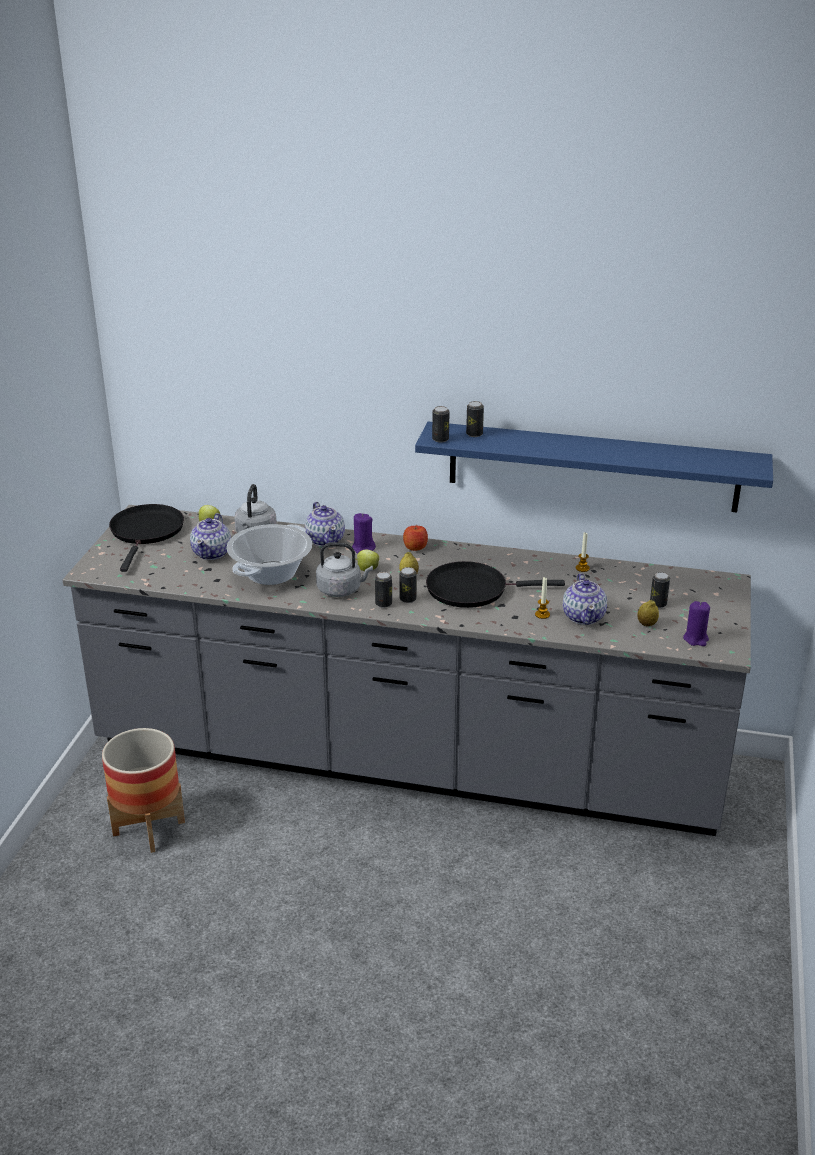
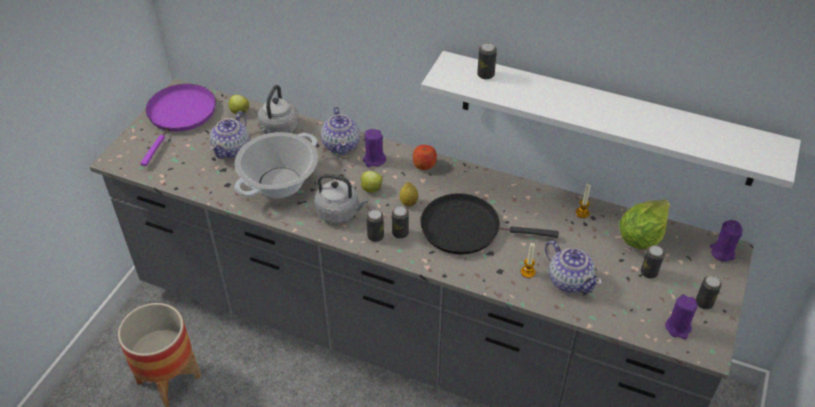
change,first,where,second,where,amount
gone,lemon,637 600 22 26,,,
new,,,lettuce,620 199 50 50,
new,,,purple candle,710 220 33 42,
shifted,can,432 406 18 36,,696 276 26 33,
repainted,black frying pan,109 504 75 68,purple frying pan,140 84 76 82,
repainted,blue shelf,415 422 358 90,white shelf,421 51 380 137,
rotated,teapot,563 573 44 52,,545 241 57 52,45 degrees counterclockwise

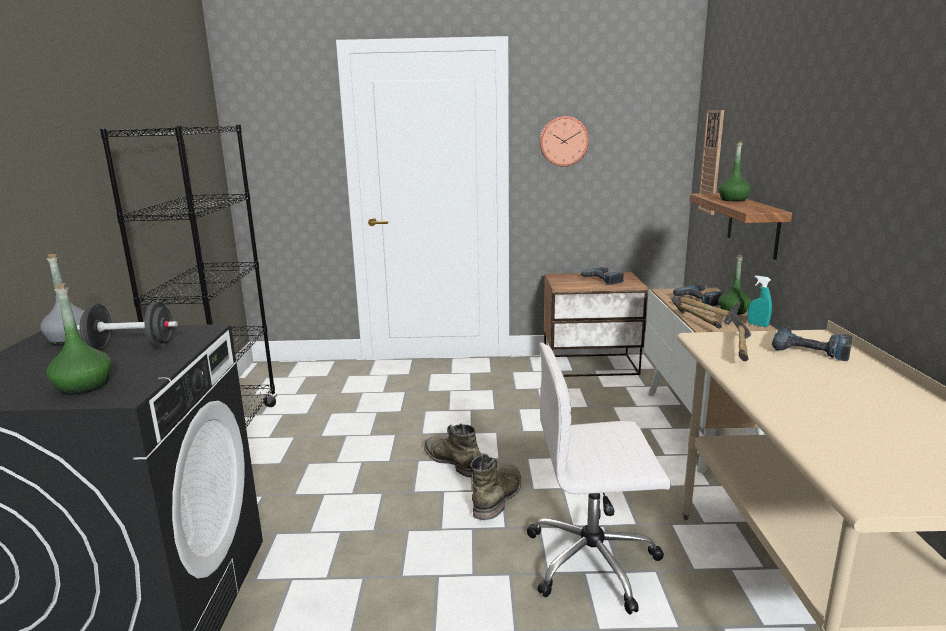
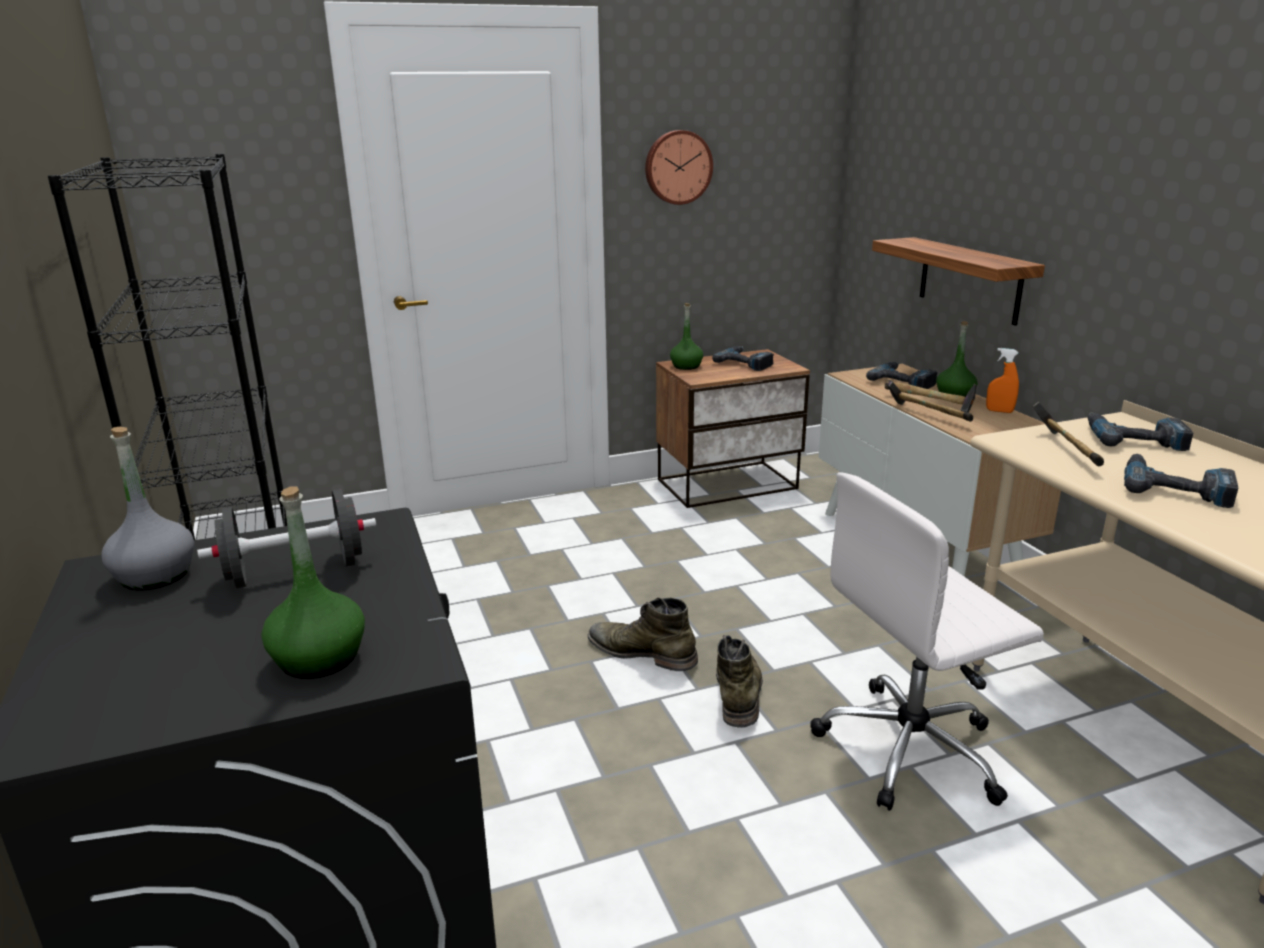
change,first,where,second,where,amount
gone,wall clock,698 110 26 105,,,
new,,,power drill,1124 454 114 54,
shifted,green bottle,718 141 33 60,,670 303 33 67,
repainted,turquoise spray bottle,748 275 24 52,orange spray bottle,986 348 33 65,

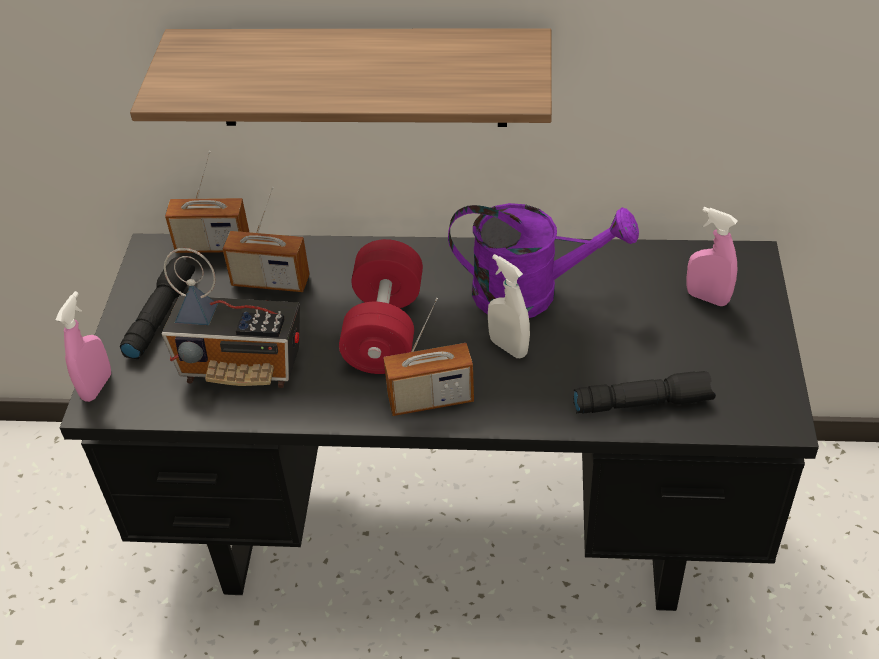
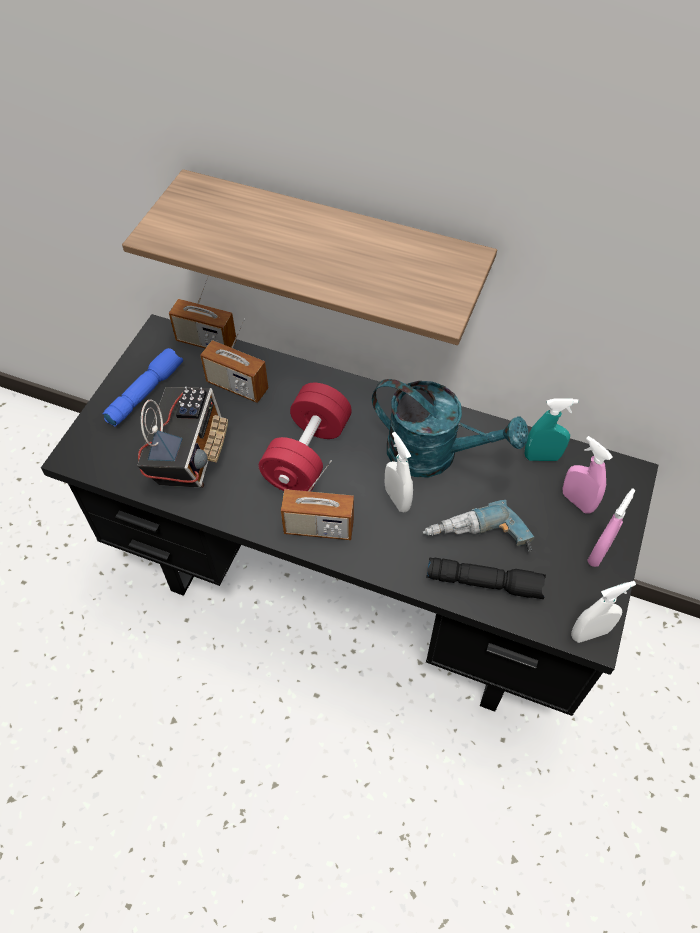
change,first,where,second,where,amount
new,,,power drill,422 500 113 52,
new,,,turquoise spray bottle,524 399 54 62,
new,,,white spray bottle,571 581 65 62,
shifted,pink spray bottle,56 291 55 111,,587 489 49 78,
repainted,black flashlight,120 257 75 102,blue flashlight,102 348 81 79,
repainted,purple watering can,448 203 191 115,turquoise watering can,372 379 156 99,
rotated,radio,161 248 139 140,,137 387 91 100,105 degrees counterclockwise

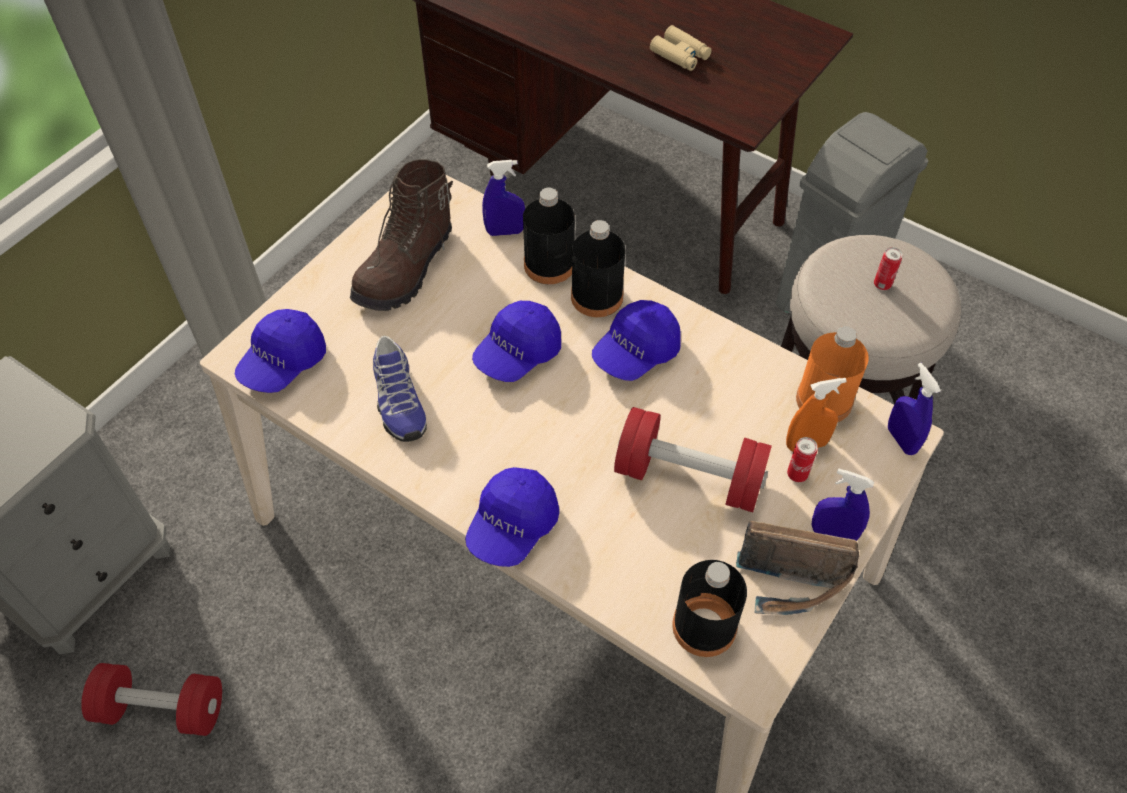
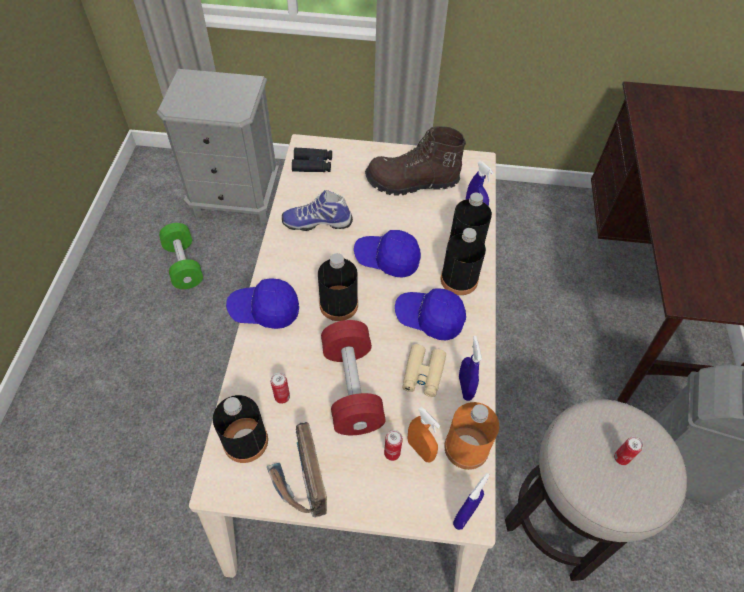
change,first,where,second,where,amount
new,,,can,271 372 19 32,
new,,,black bottle,318 253 40 68,
shifted,beige binoculars,650 25 62 46,,402 344 44 53,
shifted,blue spray bottle,812 468 62 73,,459 336 23 65,
swapped,blue cap,235 309 91 84,black binoculars,292 147 40 25,
repainted,red dumbbell,81 663 141 73,green dumbbell,159 223 44 66,
rotated,shoe,373 336 54 106,,282 190 71 41,45 degrees clockwise

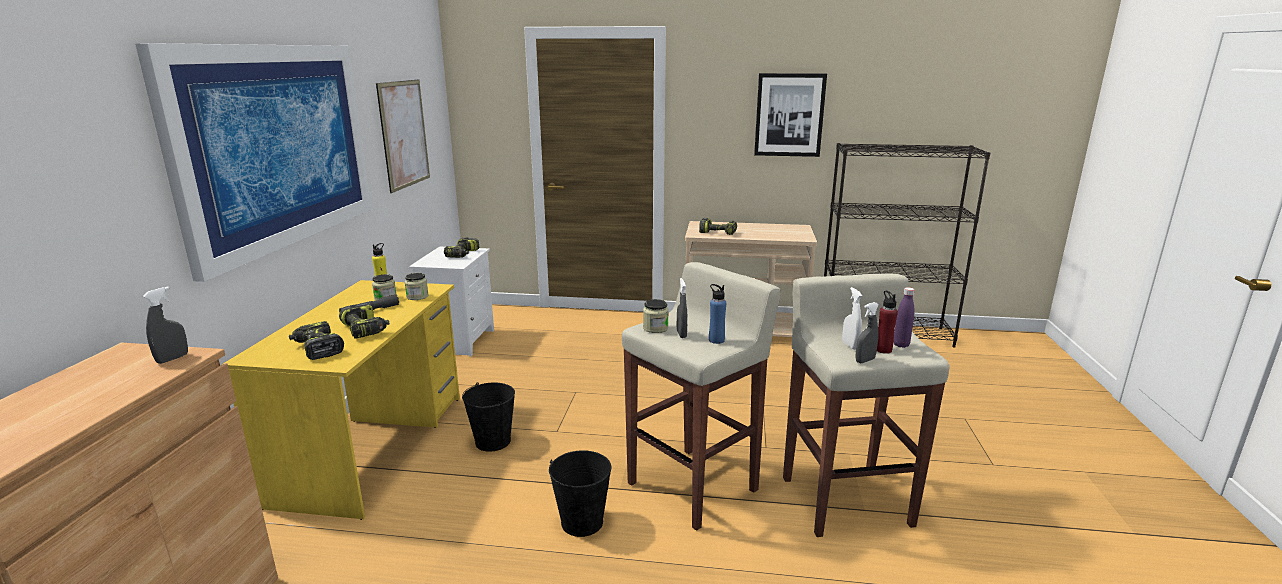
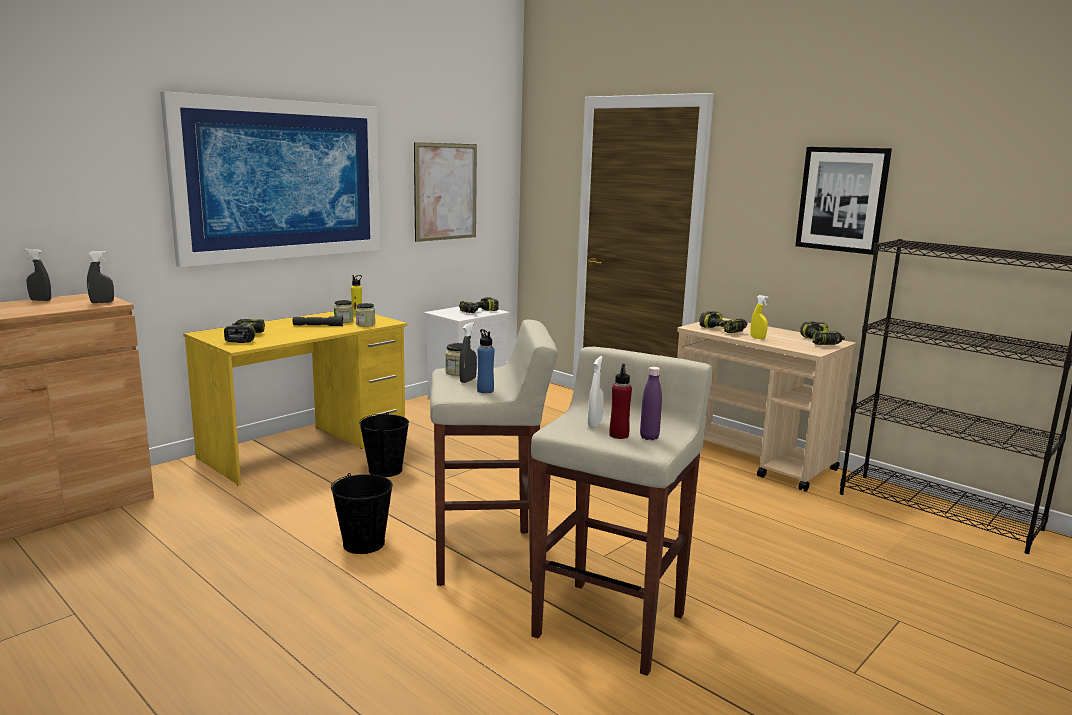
change,first,where,second,where,amount
new,,,yellow spray bottle,750 295 19 44,
shifted,power drill,339 303 50 35,,800 322 45 23,
shifted,grey spray bottle,855 302 24 61,,25 249 26 52,

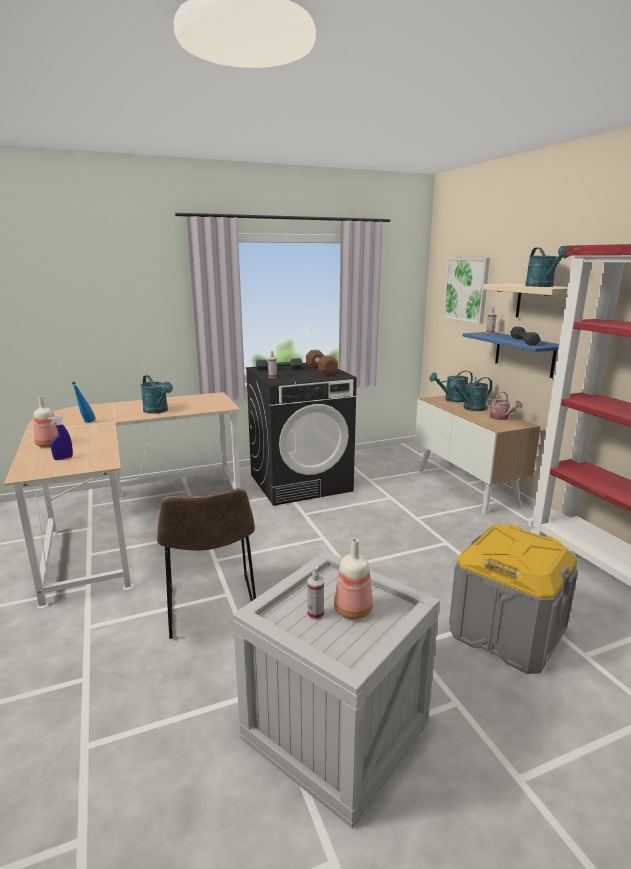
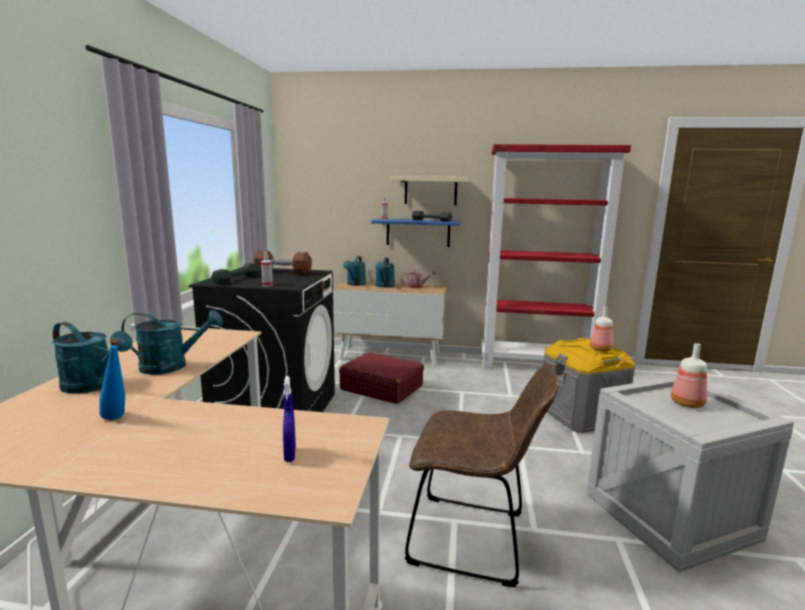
change,first,where,second,where,amount
gone,spray bottle,307 567 17 53,,,
gone,picture,443 258 47 66,,,
new,,,red suitcase,339 352 85 52,
shifted,bottle,34 396 24 51,,590 307 23 45,
shifted,turquoise watering can,525 246 44 41,,52 322 81 72,

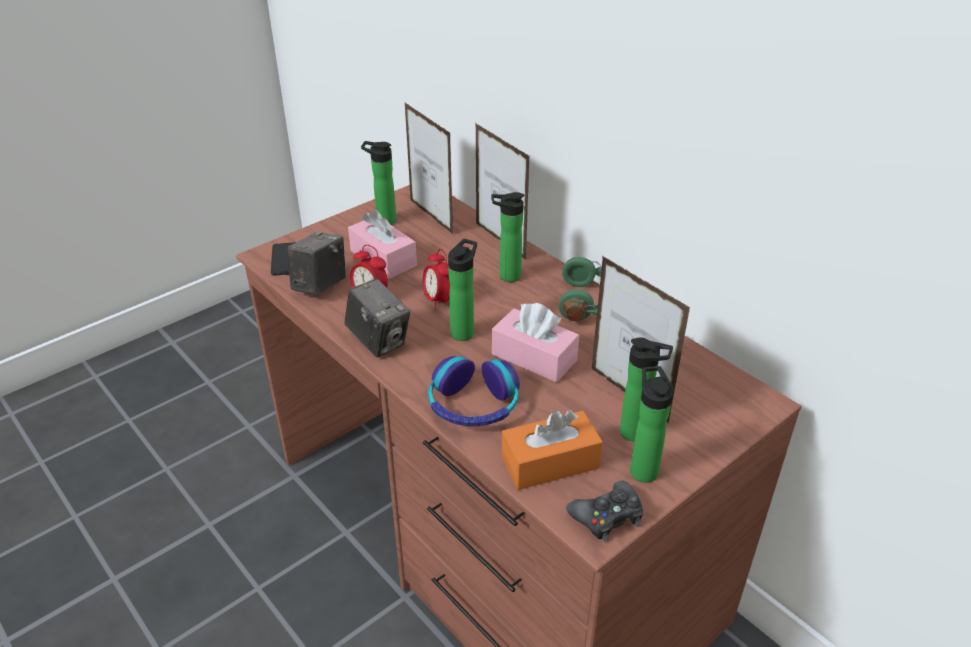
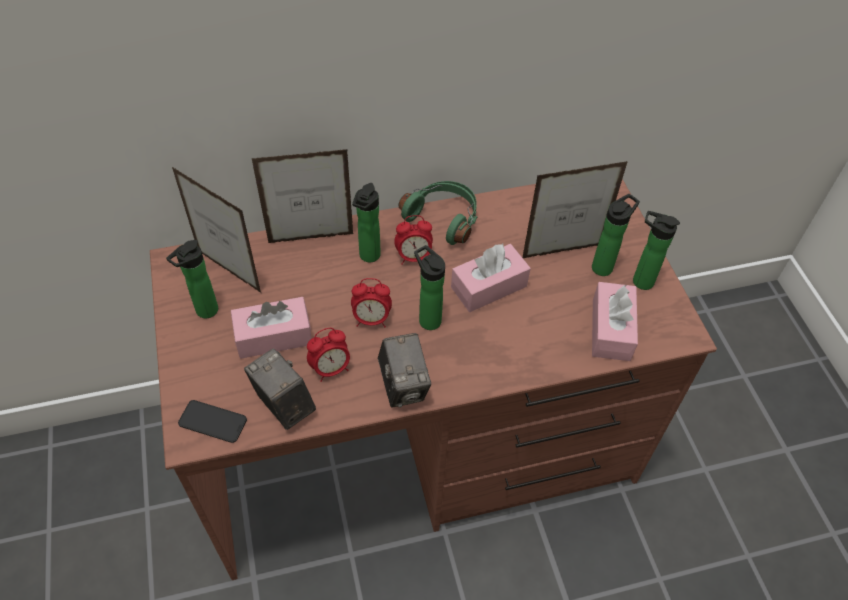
change,first,where,second,where,amount
gone,headphones,428 356 92 70,,,
gone,black game controller,566 480 77 62,,,
new,,,alarm clock,394 215 39 50,
repainted,orange tissue box,502 410 101 80,pink tissue box,592 282 46 79,
rotated,photo camera,344 278 66 79,,378 333 53 75,90 degrees clockwise
rotated,picture frame,405 103 48 131,,172 167 89 126,45 degrees clockwise

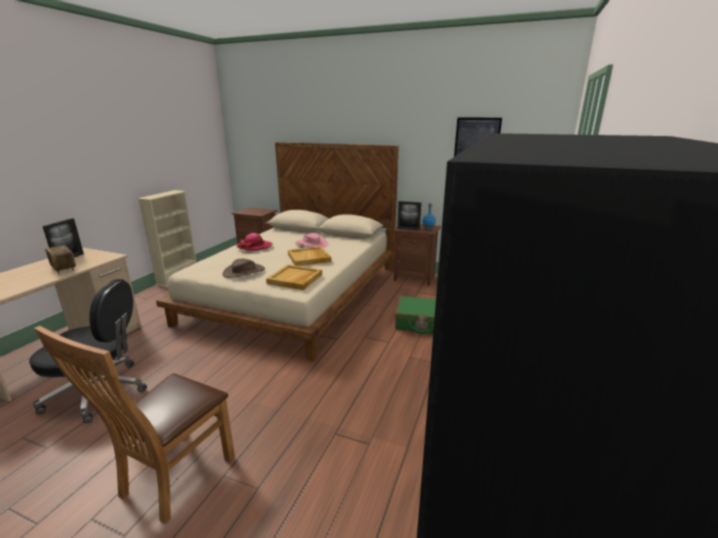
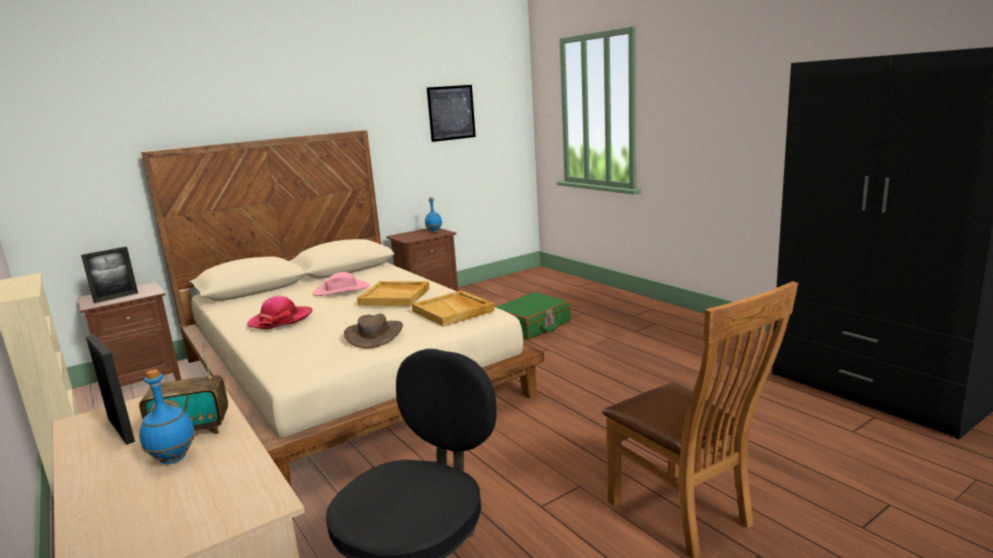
change,first,where,second,where,amount
new,,,blue bottle,139 369 56 95,
shifted,picture frame,397 201 24 30,,81 246 57 57,

